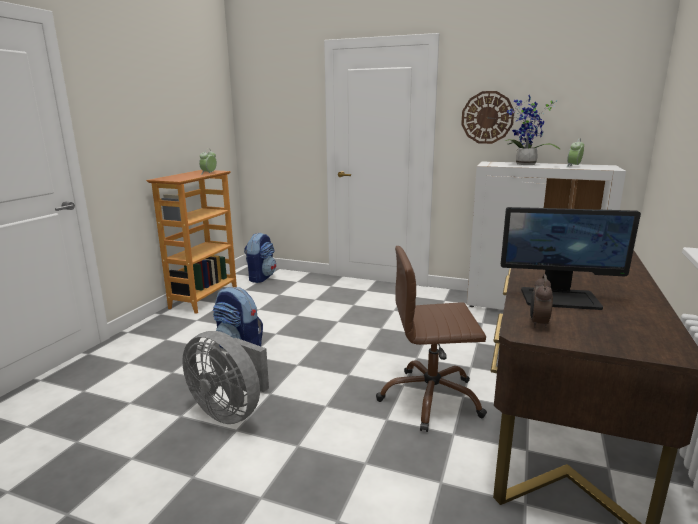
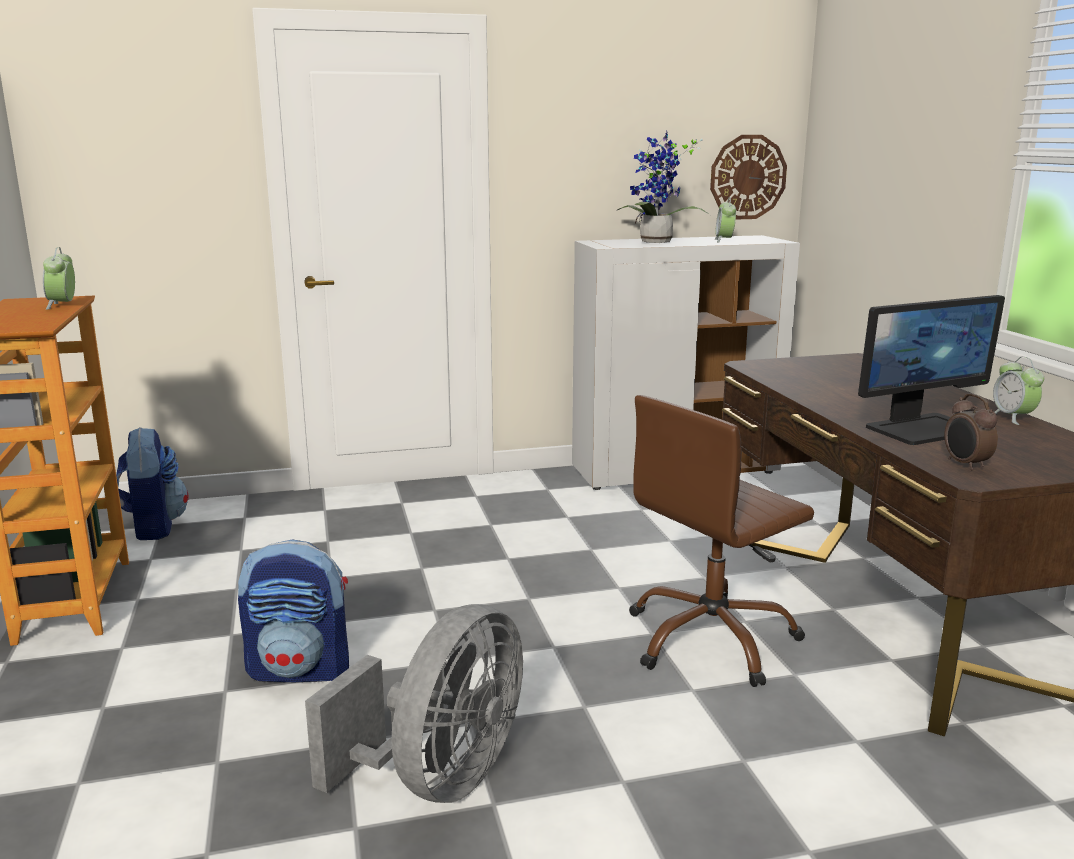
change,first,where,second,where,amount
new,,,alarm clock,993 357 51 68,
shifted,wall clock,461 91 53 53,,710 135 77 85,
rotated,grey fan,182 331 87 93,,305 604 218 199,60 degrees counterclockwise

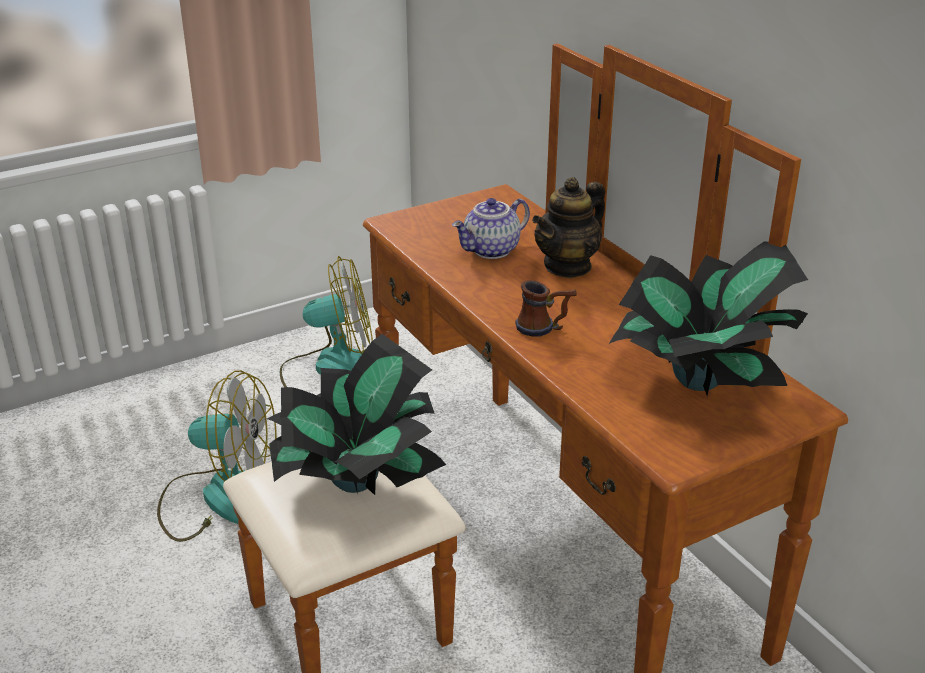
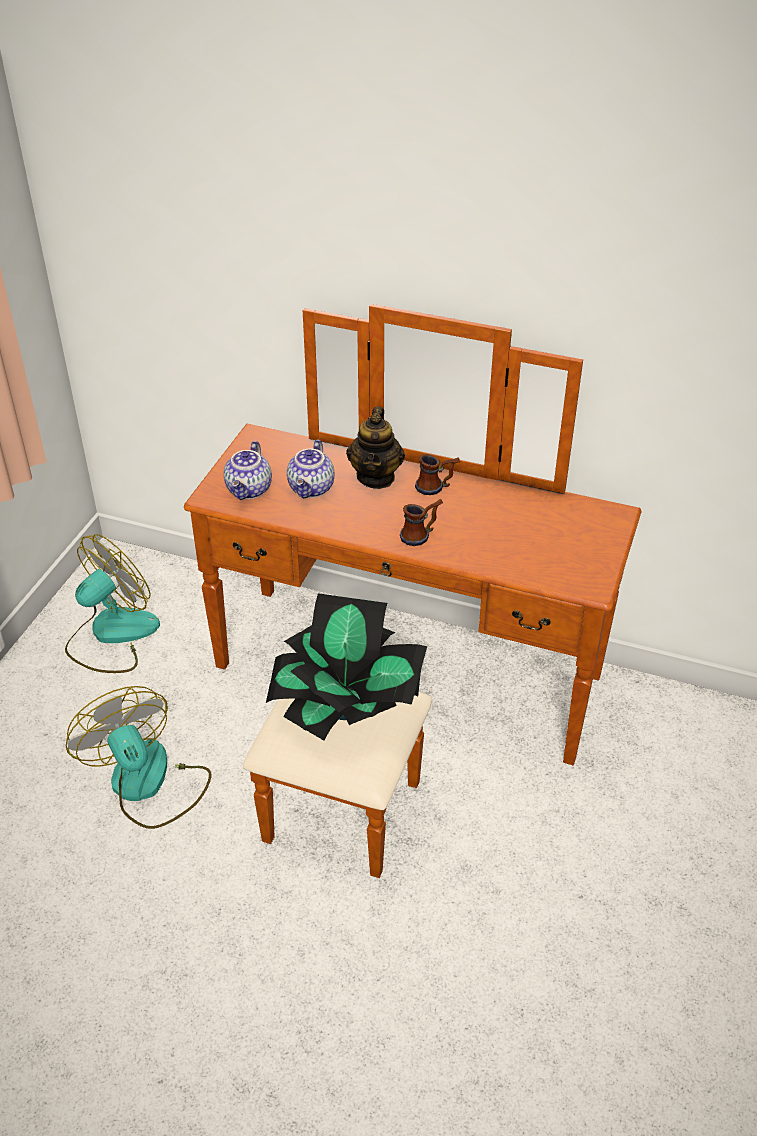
change,first,where,second,where,amount
gone,potted plant,609 241 199 155,,,
new,,,teapot,224 441 48 59,
new,,,mug,415 454 45 41,
rotated,fan,157 370 120 172,,66 686 145 143,90 degrees counterclockwise

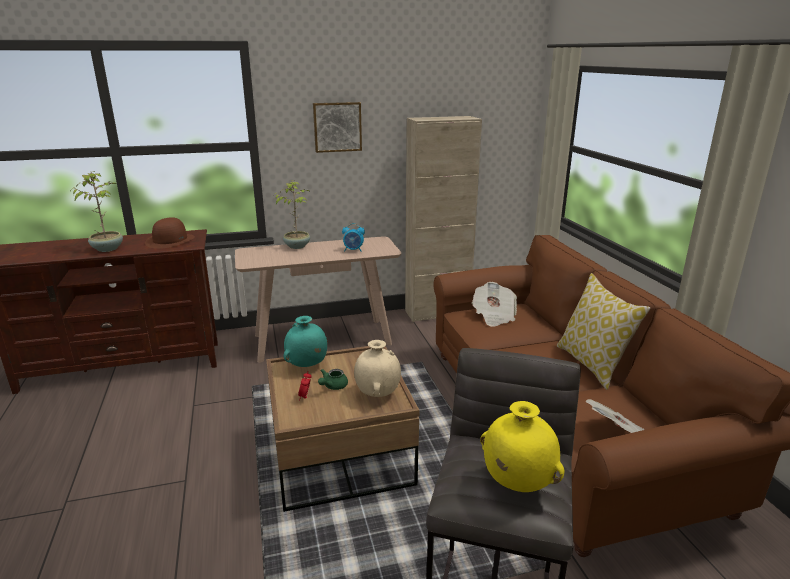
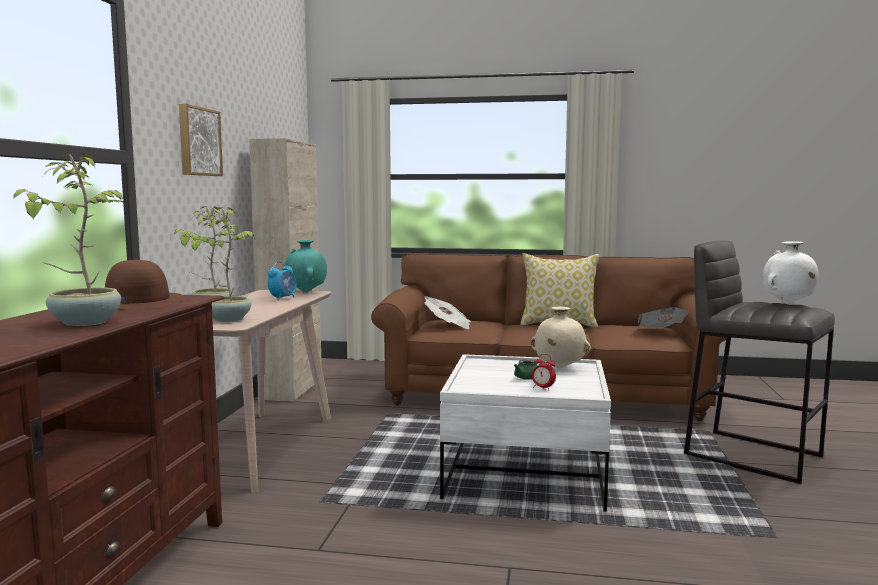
change,first,where,second,where,amount
new,,,potted plant,184 208 70 114,
shifted,turquoise vase,284 316 44 51,,285 240 42 53,
repainted,brown coffee table,266 346 153 166,white coffee table,440 354 171 158,
repainted,yellow vase,480 401 85 91,white vase,762 241 57 63,

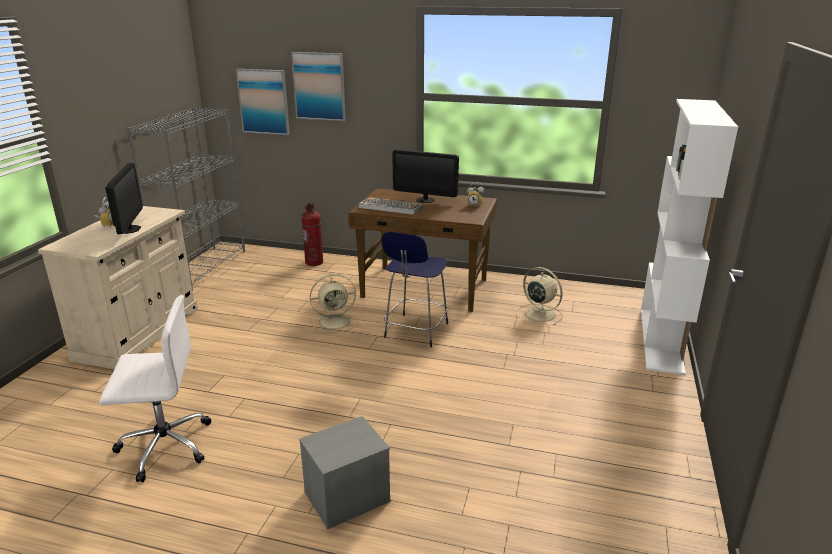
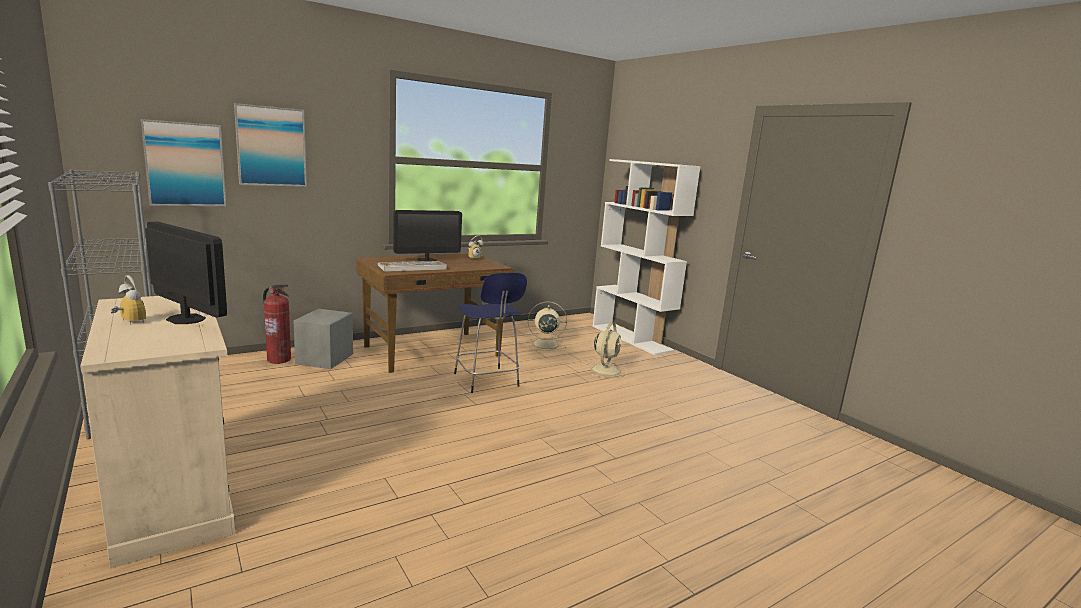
change,first,where,second,where,amount
gone,white office chair,100 295 111 187,,,
shifted,grey storage box,299 416 92 113,,293 309 61 60,
shifted,beige fan,309 274 49 59,,586 322 41 56,

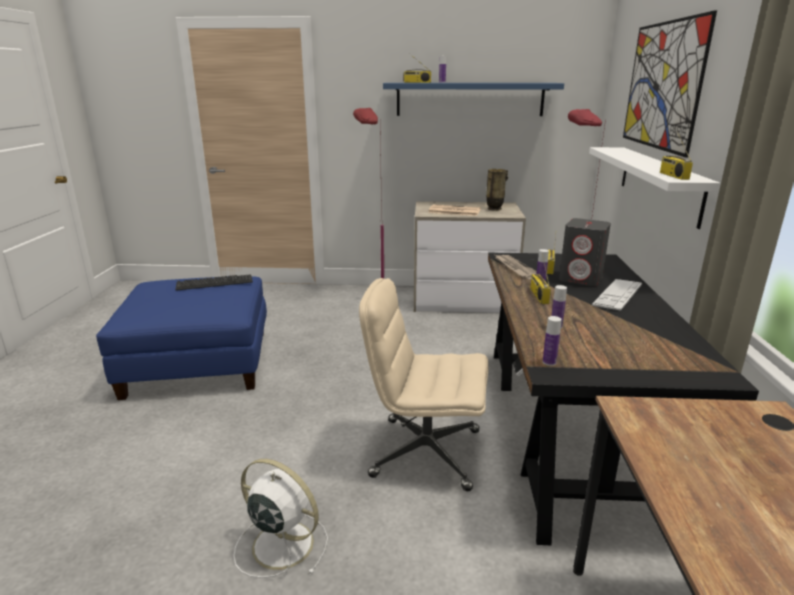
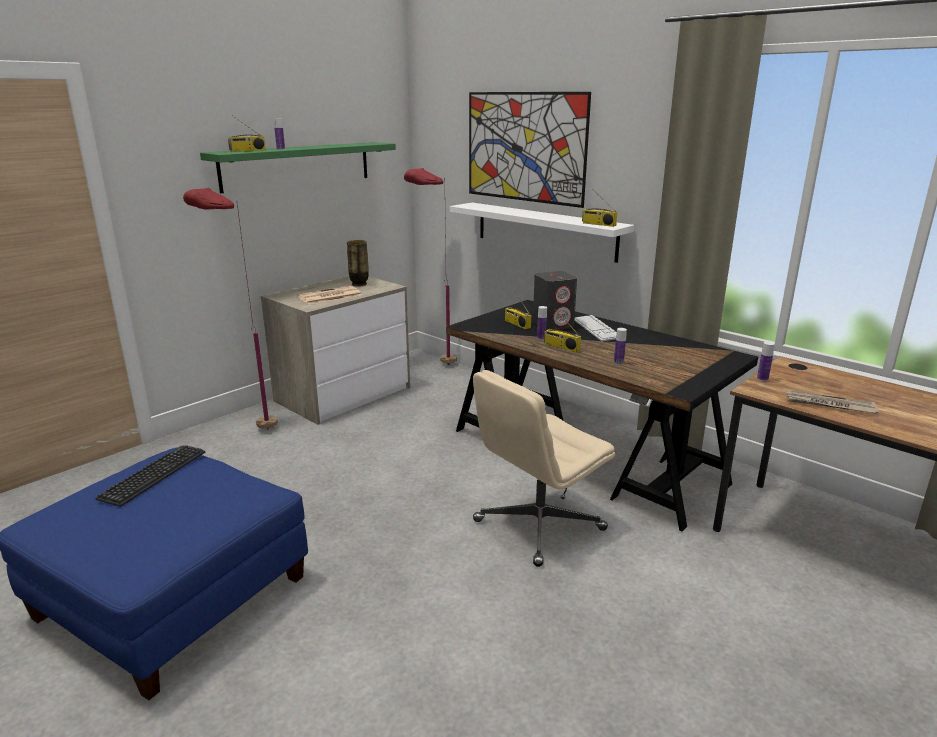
change,first,where,second,where,amount
gone,white fan,233 459 95 119,,,
shifted,newspaper,495 255 42 24,,786 390 93 24,
shifted,bottle,543 316 19 50,,757 341 18 40,
repainted,blue shelf,383 83 181 33,green shelf,200 142 196 51,

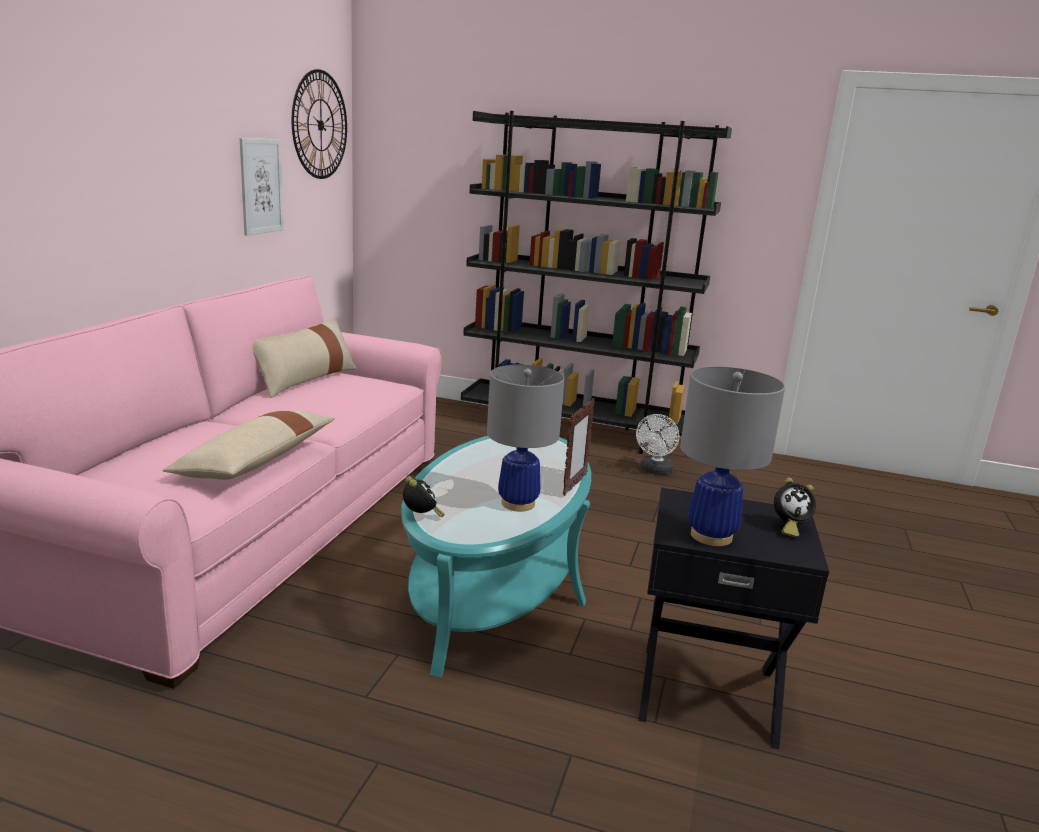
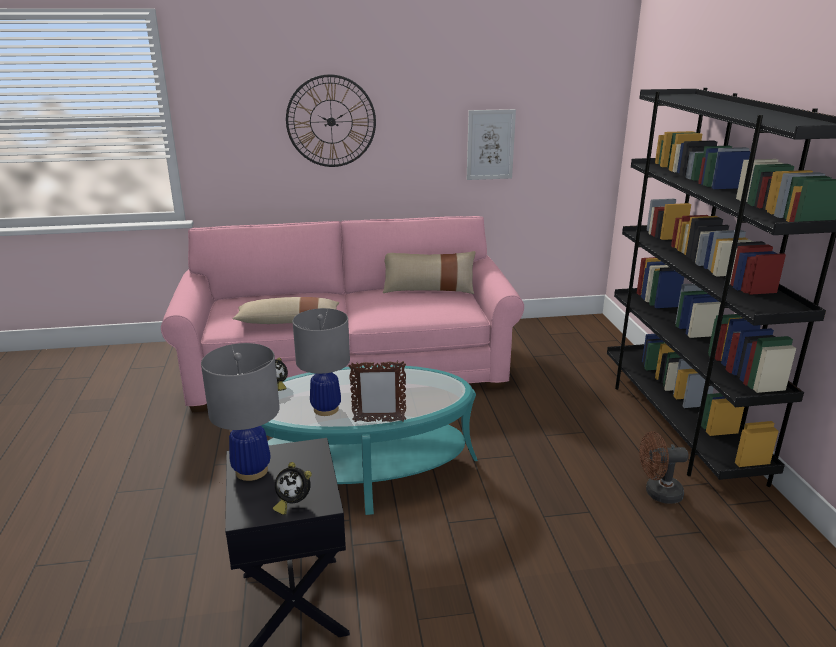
change,first,where,second,where,amount
shifted,wall clock,292 69 55 110,,286 74 90 93,
repainted,white fan,636 414 43 61,brown fan,639 431 50 73,
rotated,alarm clock,774 477 42 60,,273 462 39 53,45 degrees counterclockwise

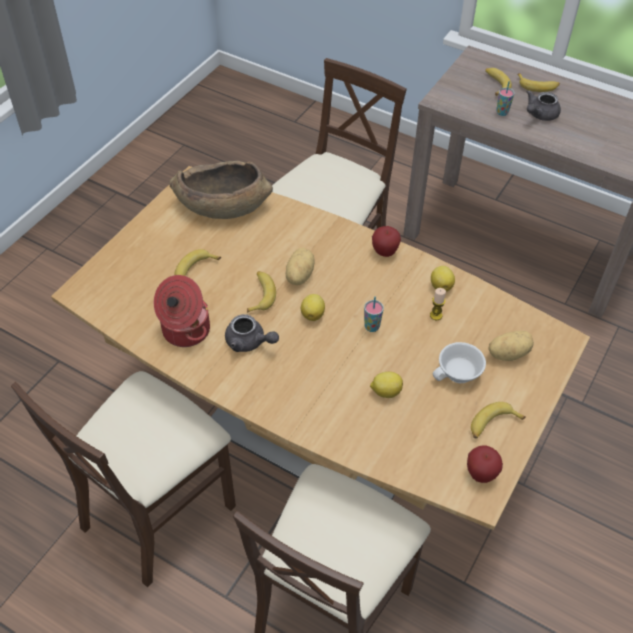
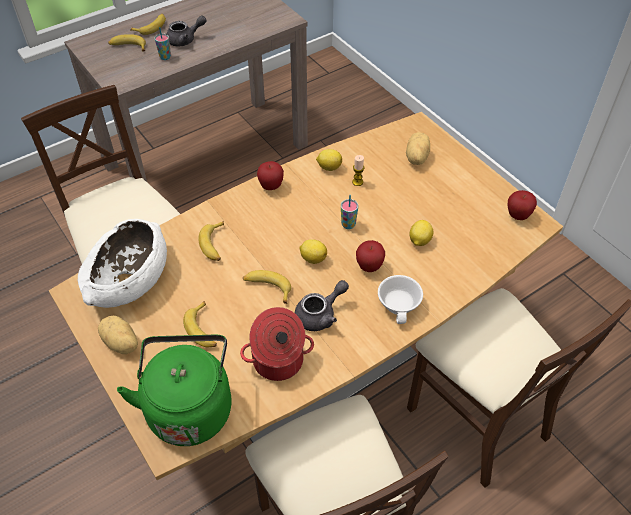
change,first,where,second,where,amount
new,,,green kettle,117 335 115 111,
new,,,apple,356 240 29 32,
shifted,potato,286 248 29 37,,98 315 40 39,
shifted,white cup,433 342 53 41,,378 275 45 49,
shifted,banana,471 402 55 37,,198 221 26 40,
repainted,brown bowl,169 161 104 58,white bowl,78 219 89 89,
rotated,grey teapot,526 90 35 31,,167 16 39 30,90 degrees counterclockwise

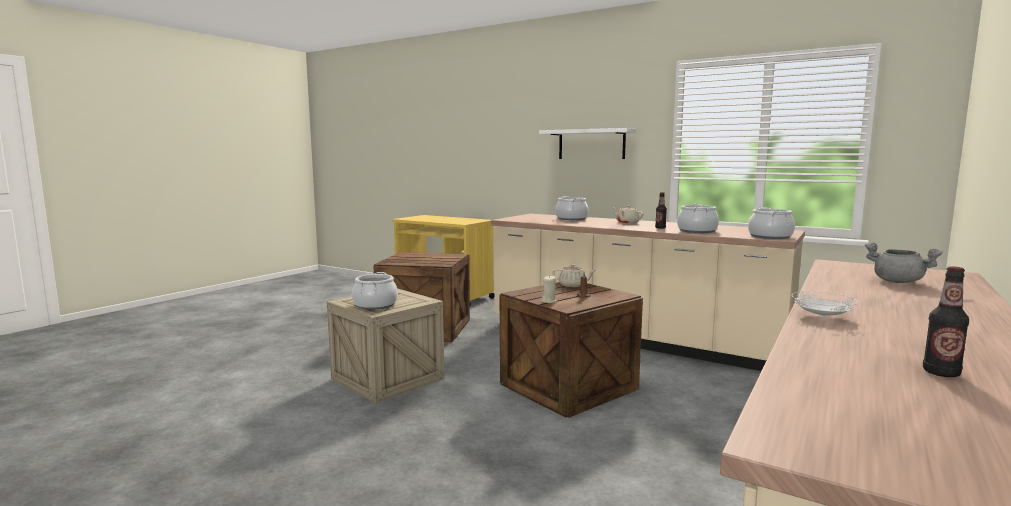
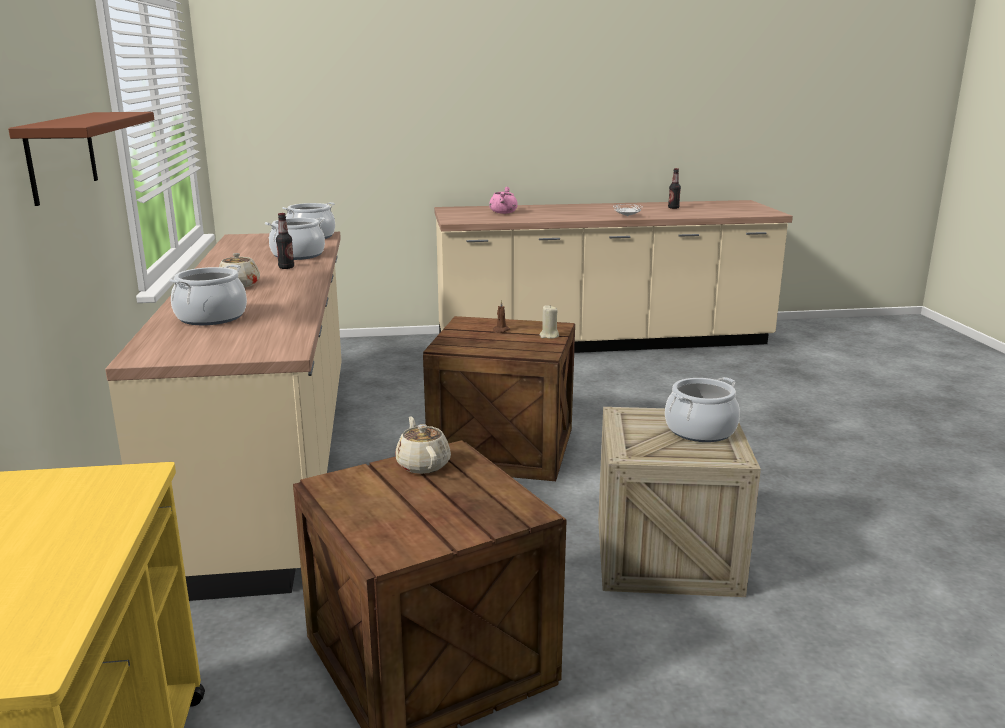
change,first,where,second,where,amount
shifted,beige teapot,552 264 44 23,,395 416 56 58,
repainted,white shelf,539 128 98 31,brown shelf,8 112 146 94,
repainted,grey cooking pot,865 242 78 41,pink cooking pot,489 187 29 27,

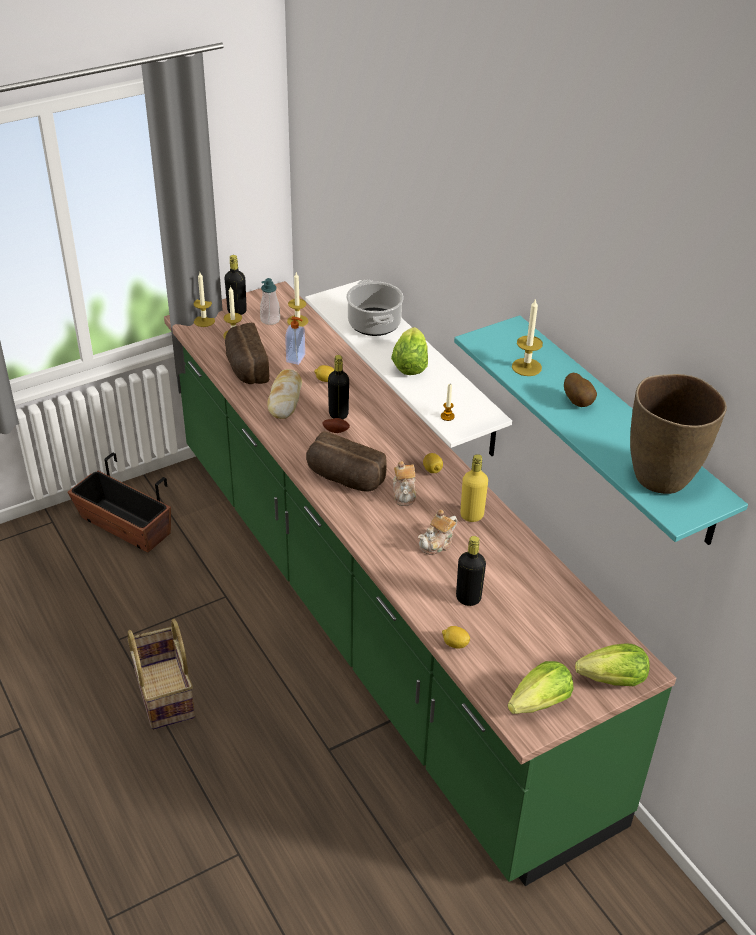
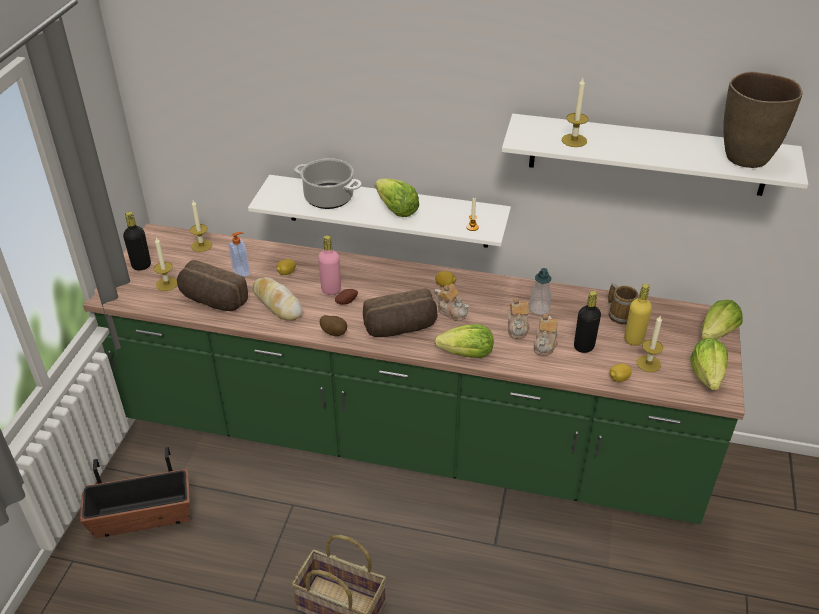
change,first,where,second,where,amount
new,,,lettuce,434 324 59 34,
new,,,teapot,533 314 25 42,
new,,,mug,608 283 31 42,
shifted,candle,193 272 22 55,,637 315 26 57,
shifted,soap dispenser,260 278 20 47,,529 268 22 47,
shifted,yellow bottle,460 454 28 68,,624 284 28 62,
shifted,potato,564 373 33 34,,320 315 27 21,
repainted,black bottle,328 355 21 64,pink bottle,318 235 23 60,
repainted,turquoise shelf,454 315 294 230,white shelf,502 114 306 82,

